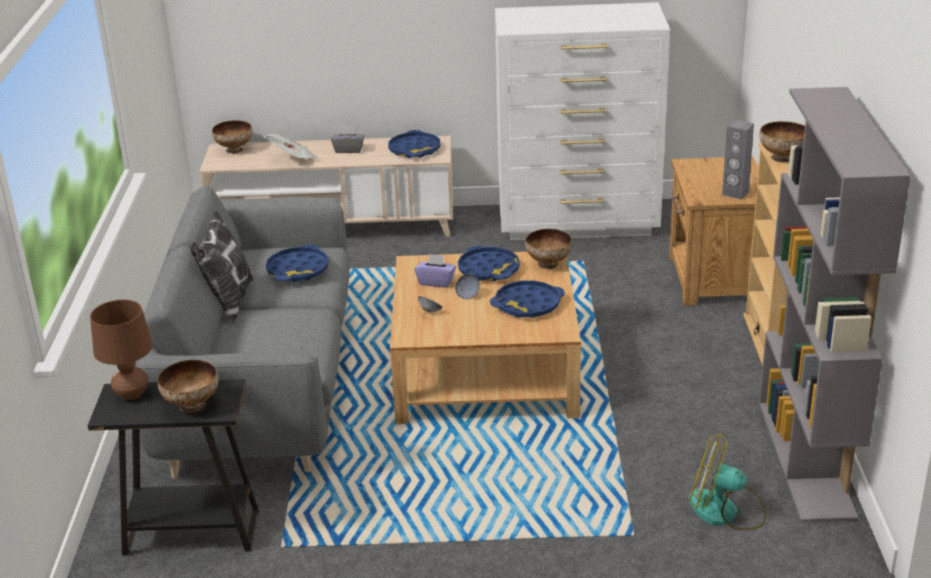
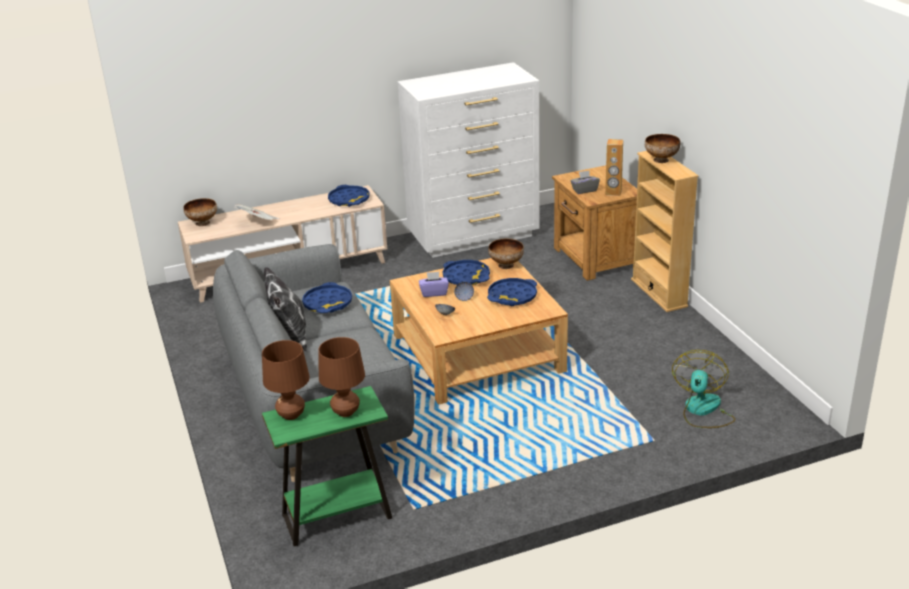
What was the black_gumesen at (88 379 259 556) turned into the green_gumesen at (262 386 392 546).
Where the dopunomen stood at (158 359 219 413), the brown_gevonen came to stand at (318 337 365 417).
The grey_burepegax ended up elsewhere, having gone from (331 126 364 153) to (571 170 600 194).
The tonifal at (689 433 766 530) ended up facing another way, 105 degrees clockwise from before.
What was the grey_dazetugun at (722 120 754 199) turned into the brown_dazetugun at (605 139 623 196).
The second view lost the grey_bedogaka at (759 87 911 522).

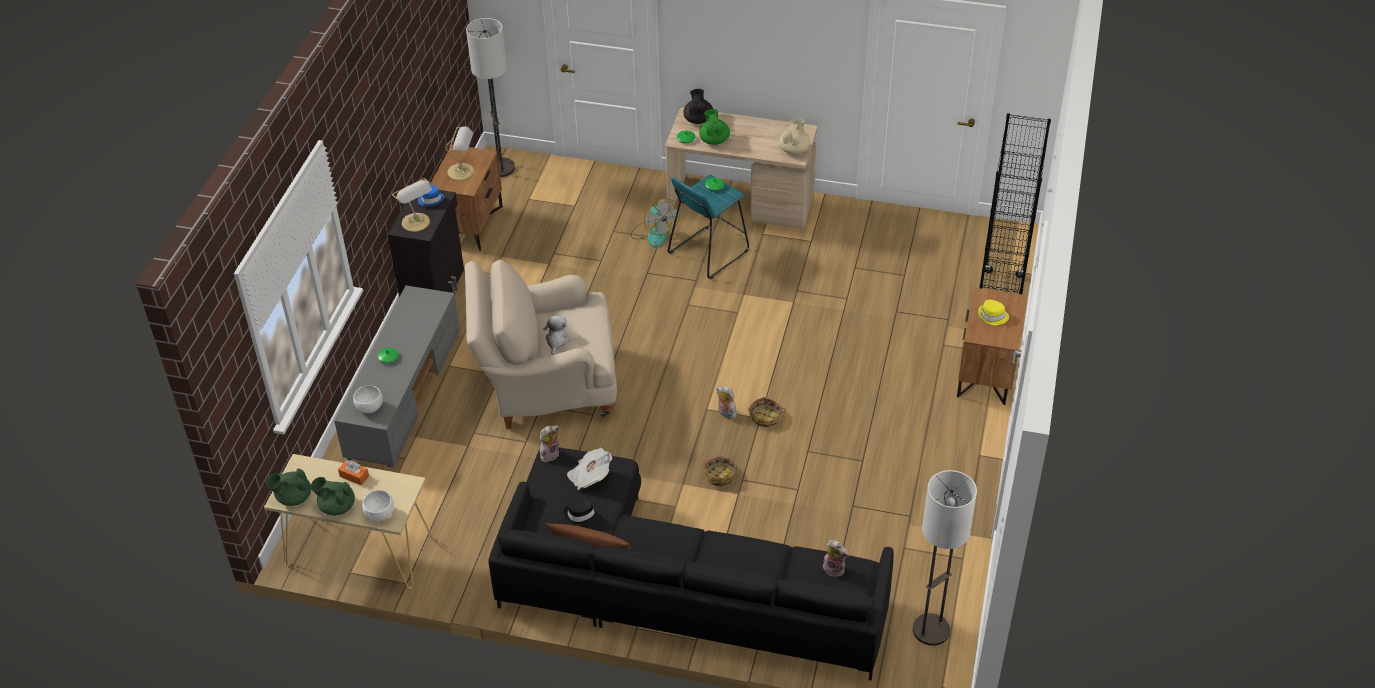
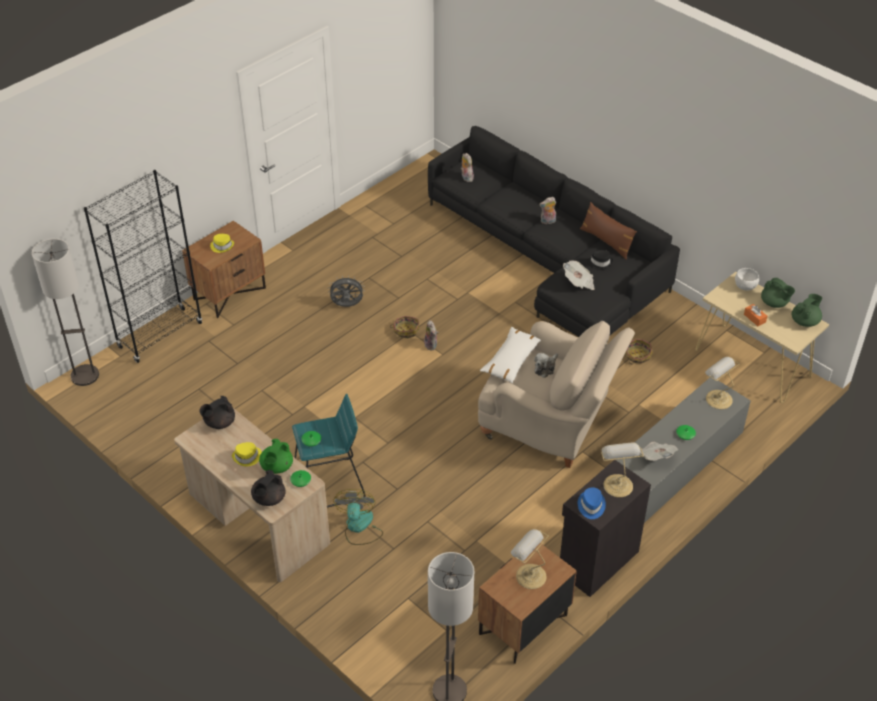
The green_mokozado at (266 468 311 506) ended up facing another way, 60 degrees counterclockwise from before.
Where the white_dopunomen stood at (353 385 383 413), the gevonen came to stand at (705 357 740 409).
The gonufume ended up elsewhere, having gone from (540 425 559 462) to (539 197 556 224).
The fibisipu ended up elsewhere, having gone from (703 456 738 486) to (625 339 653 364).
What was the beige_mokozado at (779 119 810 154) turned into the black_mokozado at (199 396 235 429).
The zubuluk ended up elsewhere, having gone from (913 470 977 646) to (32 239 99 386).
The second view gained the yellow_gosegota at (232 442 262 466).
The second view gained the grey_tonifal at (328 275 365 307).
The second view gained the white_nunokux at (480 327 541 383).
The second view gained the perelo at (640 442 679 461).

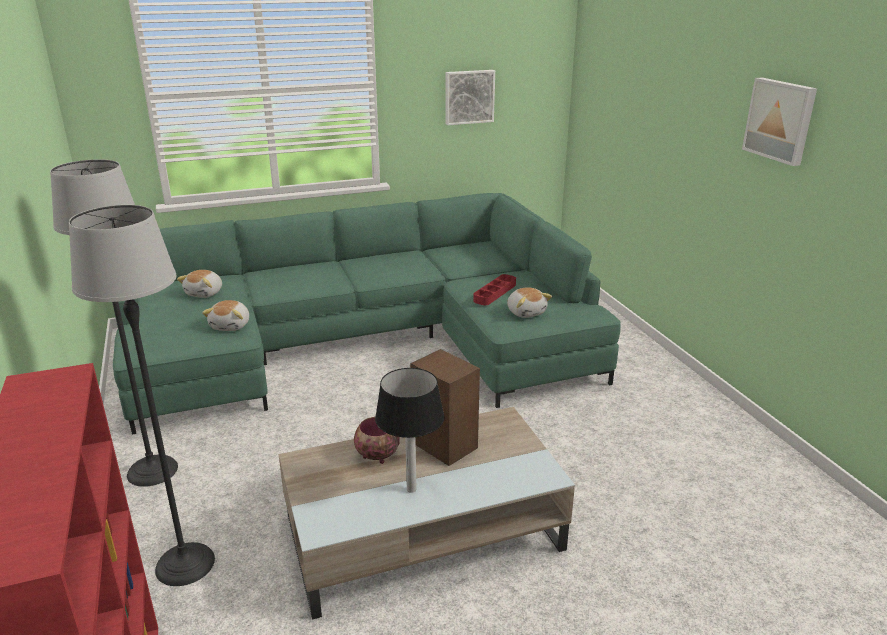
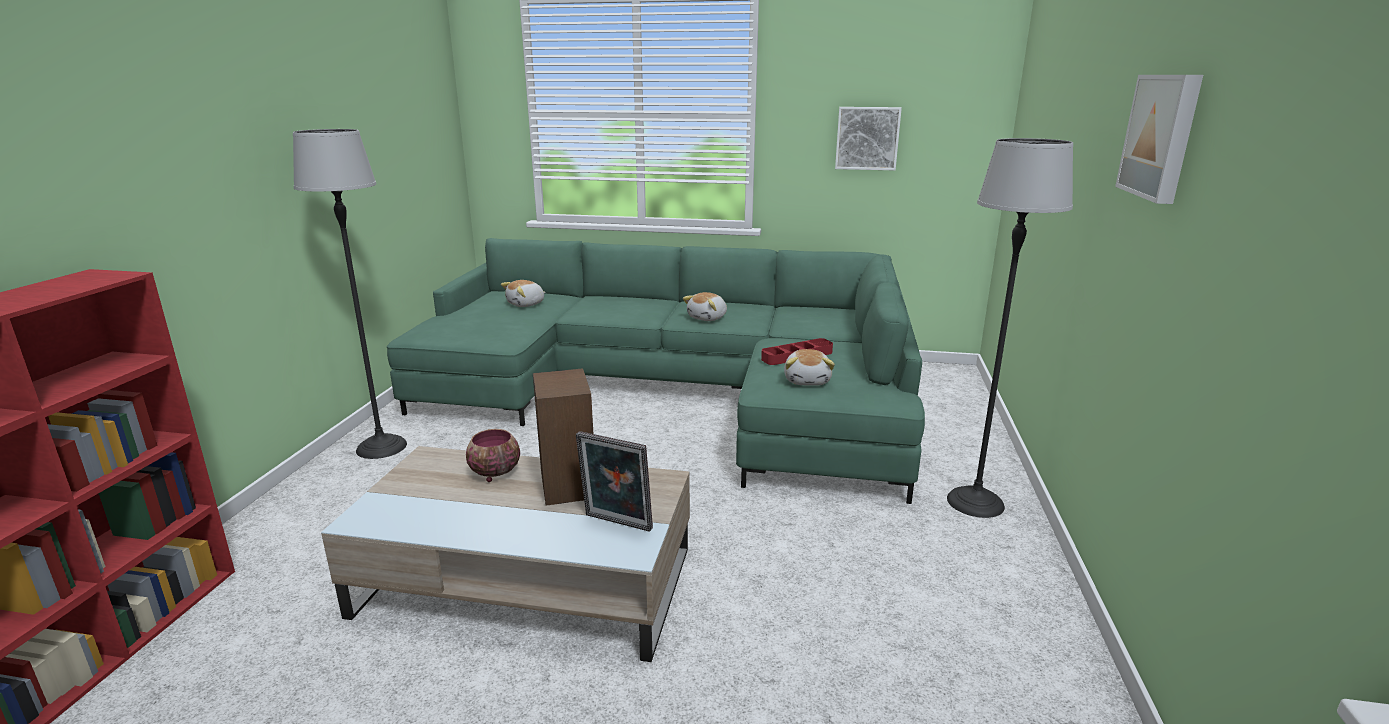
The zubuluk ended up elsewhere, having gone from (69 205 215 586) to (947 138 1073 518).
The gonufume ended up elsewhere, having gone from (202 300 249 331) to (683 292 727 321).
The second view lost the gevonen at (375 368 445 493).
The second view gained the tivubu at (576 431 653 532).

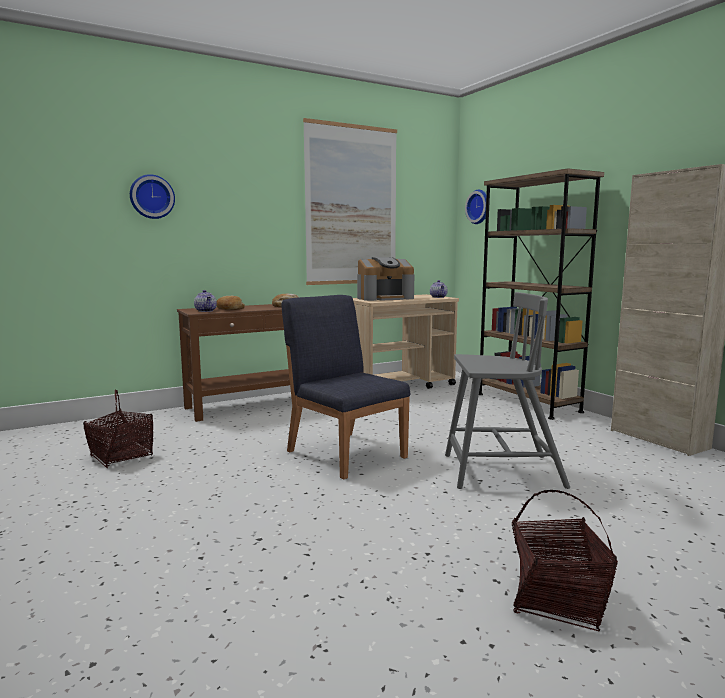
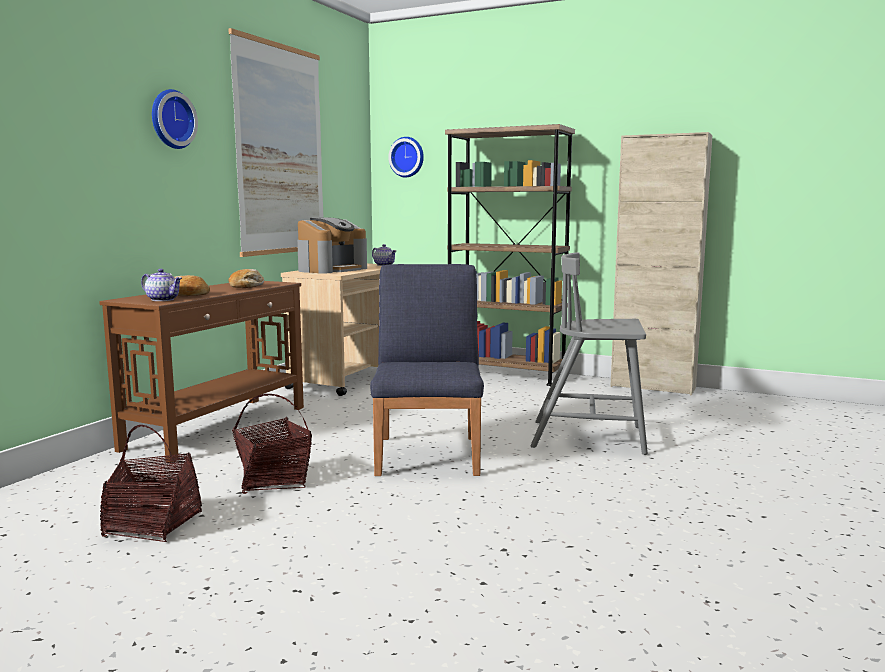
The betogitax ended up elsewhere, having gone from (130 174 175 219) to (152 89 198 149).
The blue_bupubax at (282 295 410 479) ended up facing another way, 75 degrees clockwise from before.
The grey_bupubax at (445 292 570 489) ended up facing another way, 135 degrees counterclockwise from before.
The fibisipu ended up elsewhere, having gone from (512 490 618 631) to (232 394 312 494).

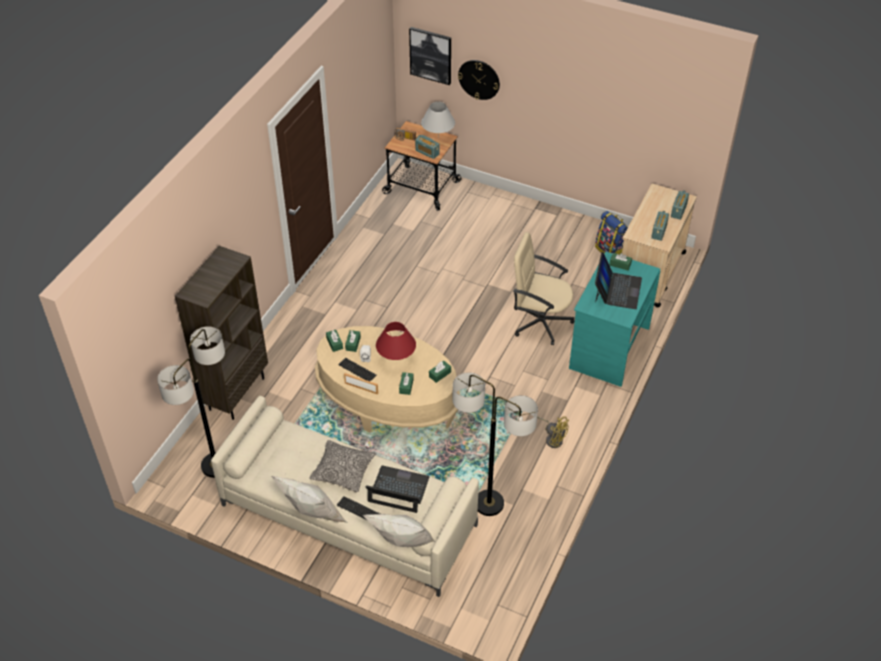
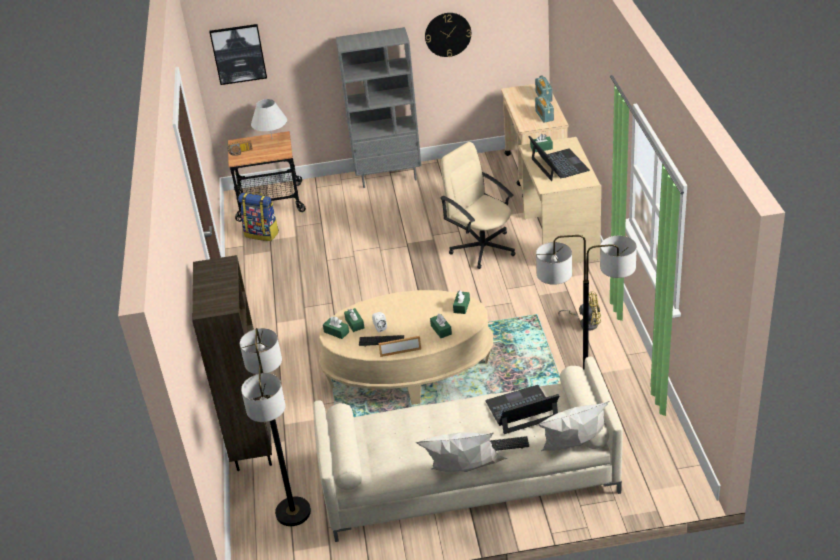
The second view lost the nunokux at (309 440 376 492).
The second view lost the red_gevonen at (376 322 416 360).
The second view lost the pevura at (415 135 440 159).
The betogitax ended up elsewhere, having gone from (458 60 500 100) to (425 13 471 57).
The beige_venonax at (513 232 575 345) ended up facing another way, 60 degrees clockwise from before.
What was the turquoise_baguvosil at (569 252 661 387) turned into the beige_baguvosil at (519 137 601 264).
The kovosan ended up elsewhere, having gone from (595 211 628 254) to (238 192 279 241).
The second view gained the grey_bedogaka at (336 27 421 188).

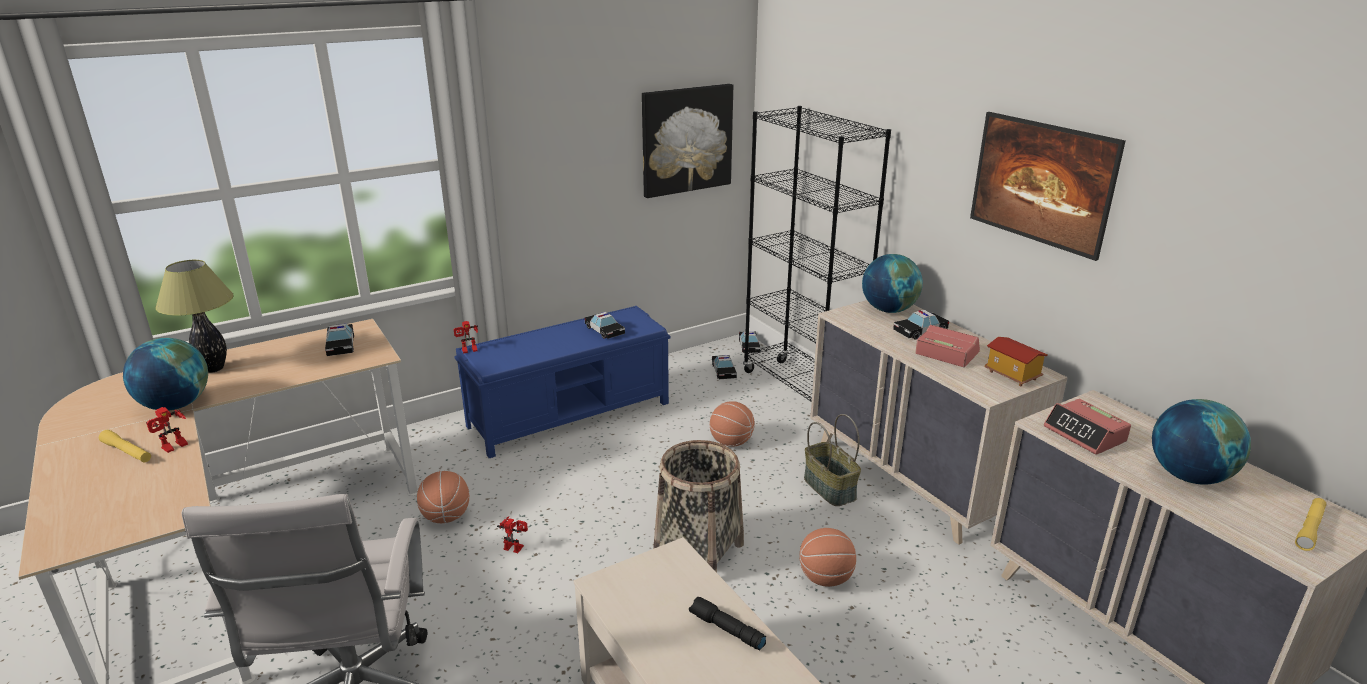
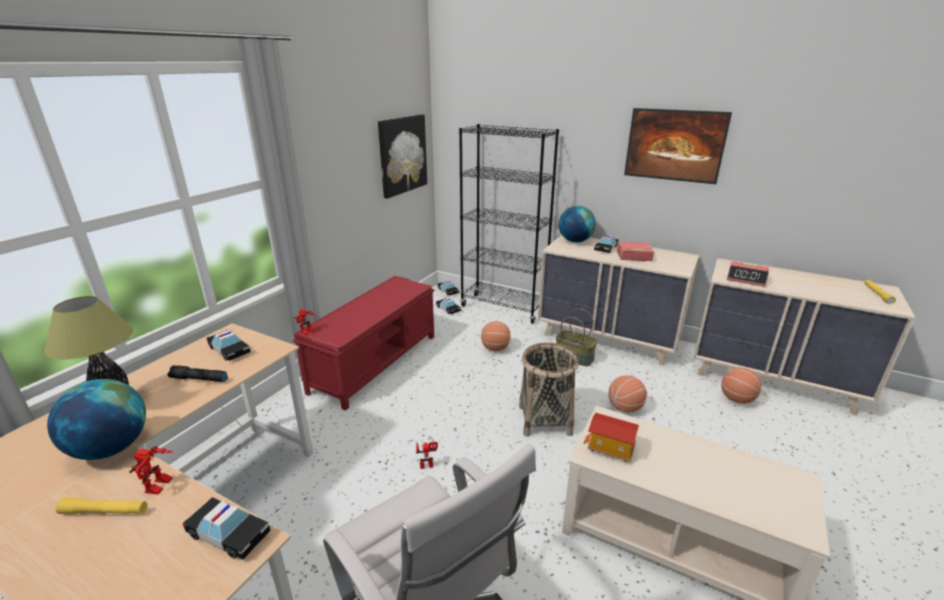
The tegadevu ended up elsewhere, having gone from (417 471 469 523) to (721 368 762 404).
What was the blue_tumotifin at (454 306 670 458) turned into the red_tumotifin at (293 276 434 410).
The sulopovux ended up elsewhere, having gone from (585 312 625 339) to (183 497 271 560).
The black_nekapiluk ended up elsewhere, having gone from (689 597 766 651) to (167 365 228 382).
The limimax ended up elsewhere, having gone from (984 337 1048 386) to (583 413 639 462).
The second view lost the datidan at (1152 399 1251 484).

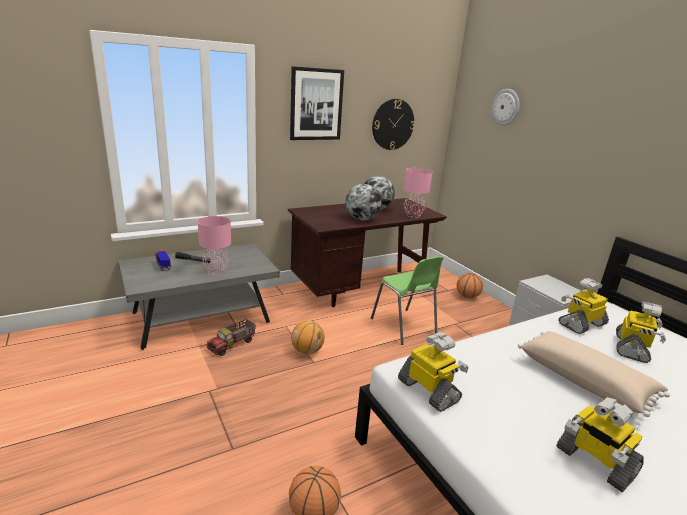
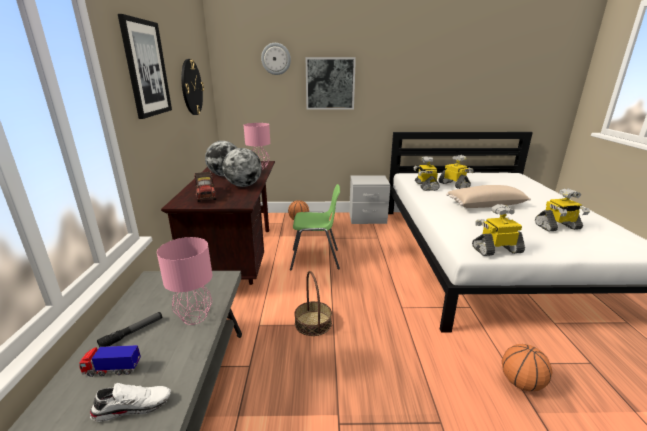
The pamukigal ended up elsewhere, having gone from (207 319 256 356) to (194 172 216 202).
Where the tegadevu stood at (291 320 325 354), the fibisipu came to stand at (294 271 332 336).
The second view gained the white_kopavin at (90 383 171 422).
The second view gained the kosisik at (306 57 356 109).

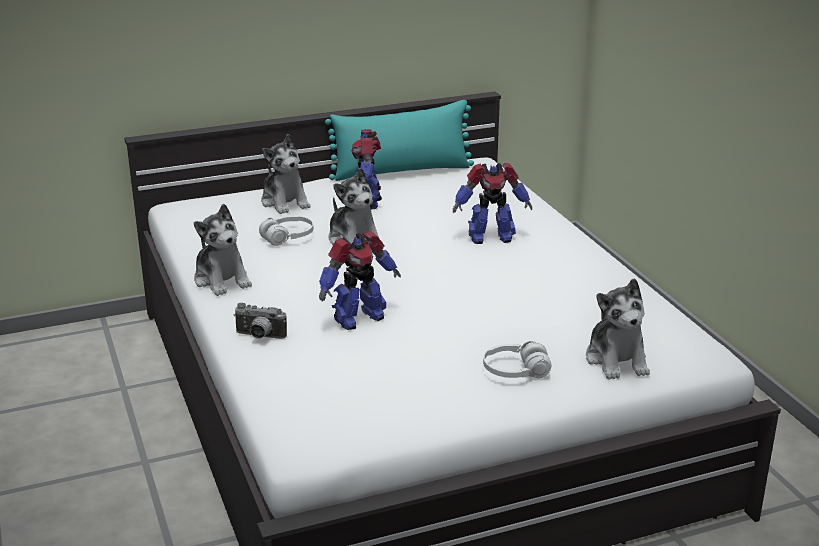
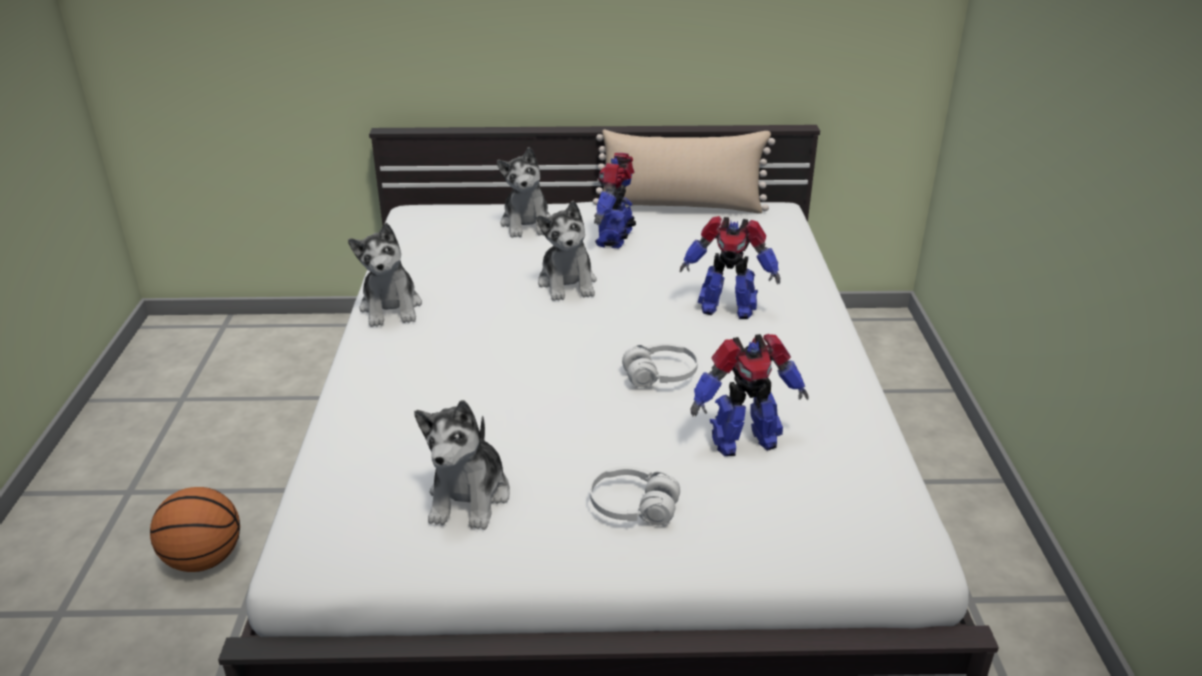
The second view lost the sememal at (234 303 287 339).
The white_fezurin ended up elsewhere, having gone from (259 216 314 246) to (622 343 698 387).
The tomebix ended up elsewhere, having gone from (319 231 401 330) to (690 334 809 456).
What was the turquoise_nunokux at (325 100 474 181) turned into the beige_nunokux at (593 130 775 214).
The gonufume ended up elsewhere, having gone from (586 278 650 380) to (414 400 510 530).
The second view gained the tegadevu at (150 487 240 572).

